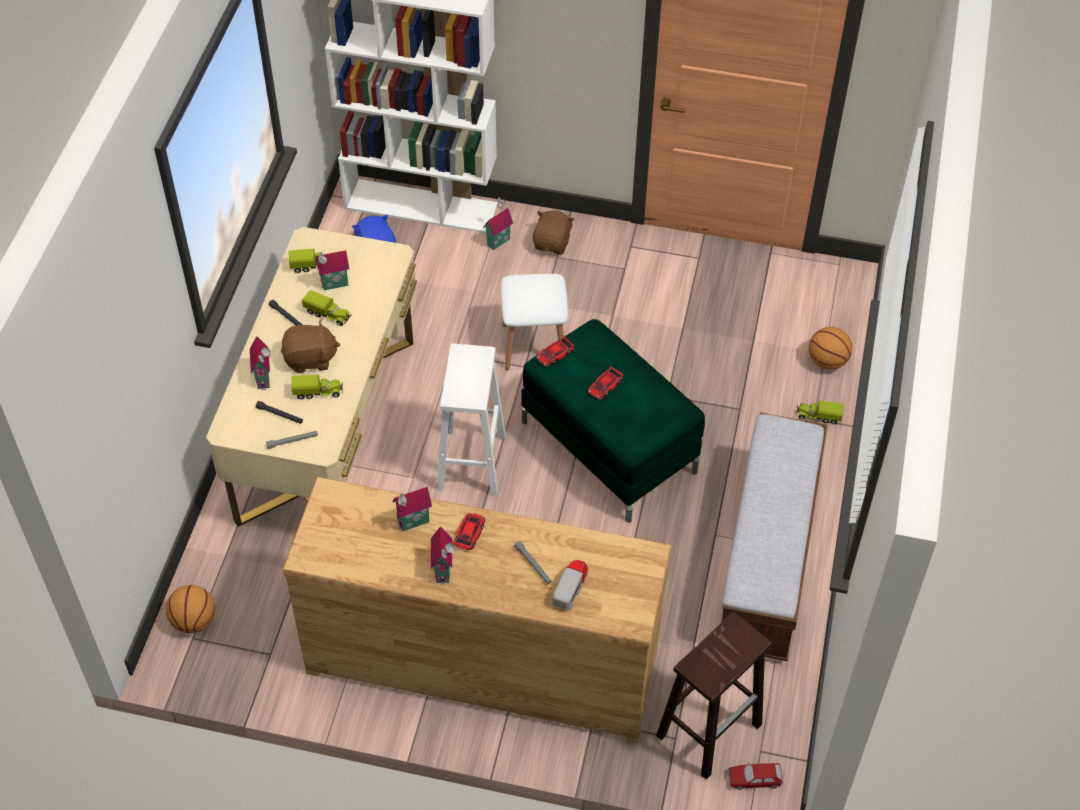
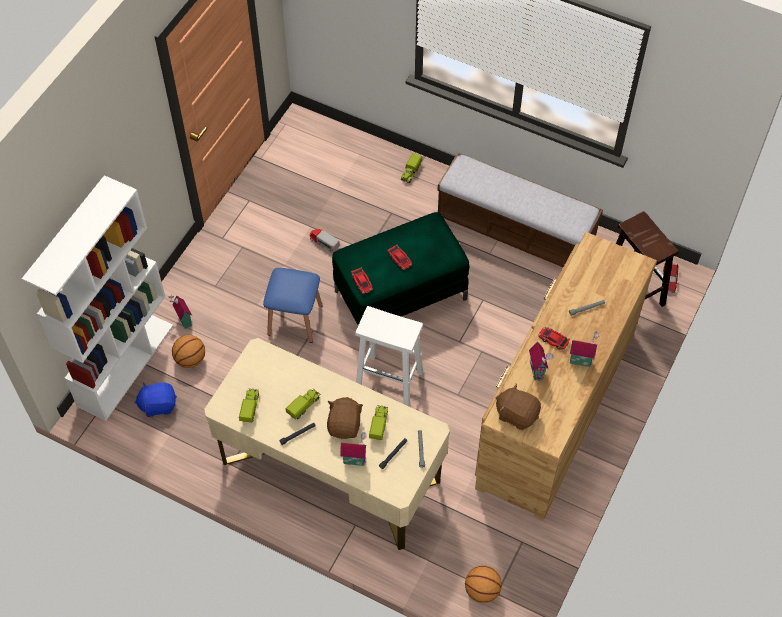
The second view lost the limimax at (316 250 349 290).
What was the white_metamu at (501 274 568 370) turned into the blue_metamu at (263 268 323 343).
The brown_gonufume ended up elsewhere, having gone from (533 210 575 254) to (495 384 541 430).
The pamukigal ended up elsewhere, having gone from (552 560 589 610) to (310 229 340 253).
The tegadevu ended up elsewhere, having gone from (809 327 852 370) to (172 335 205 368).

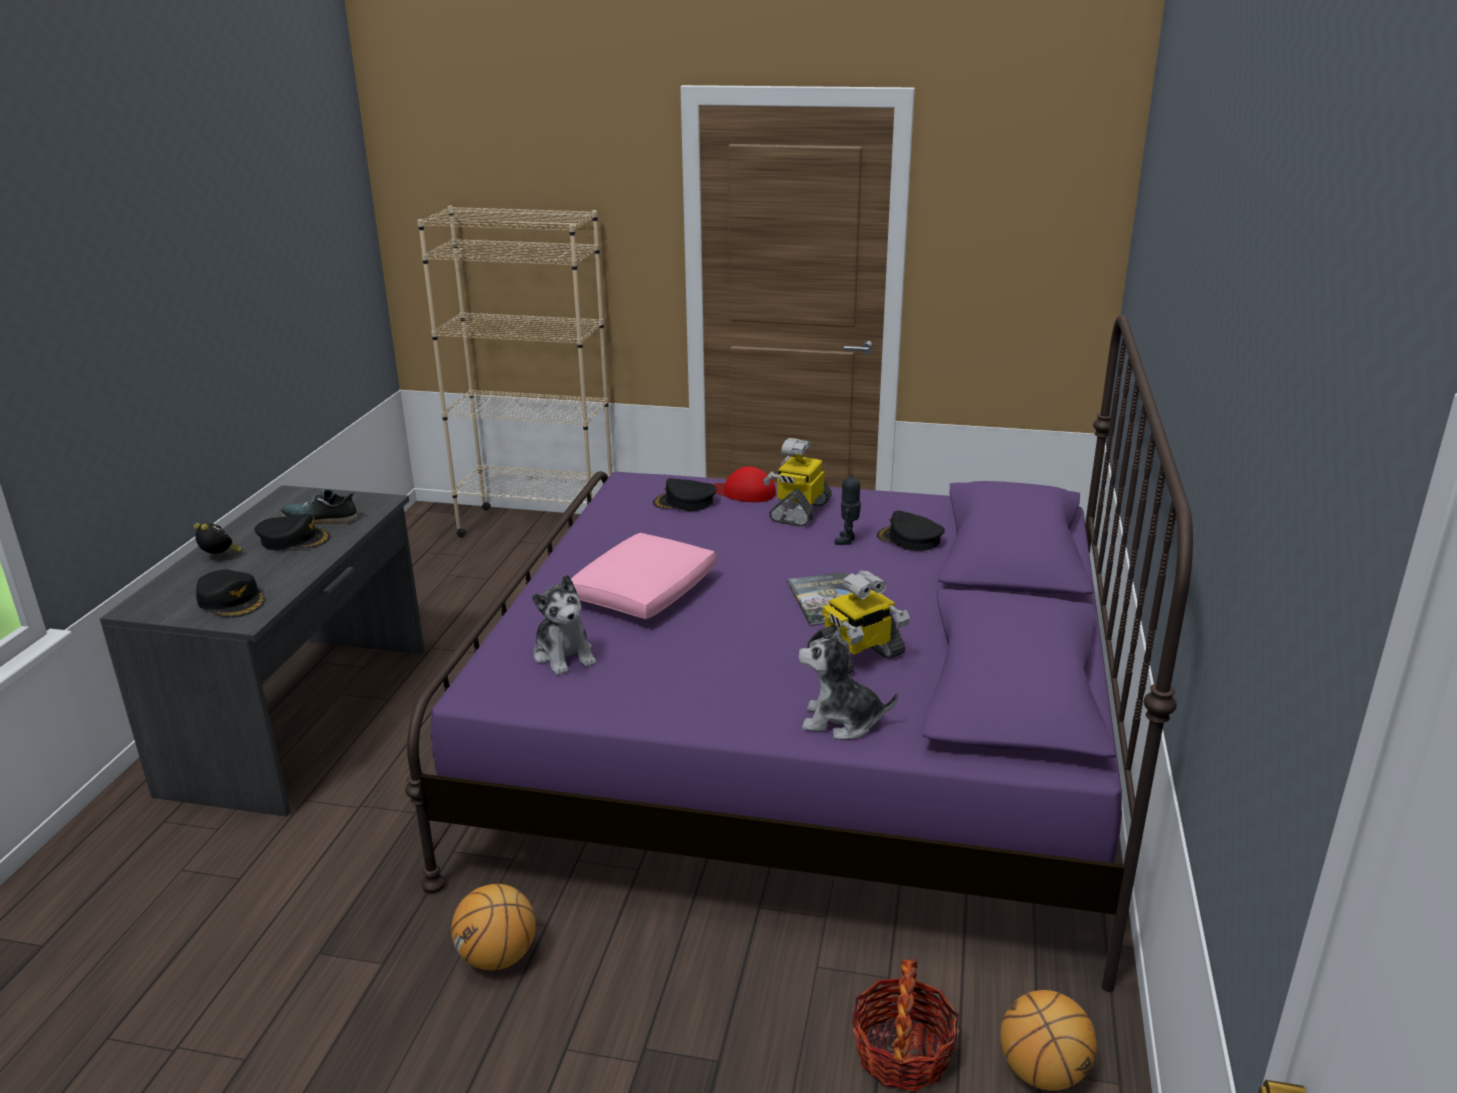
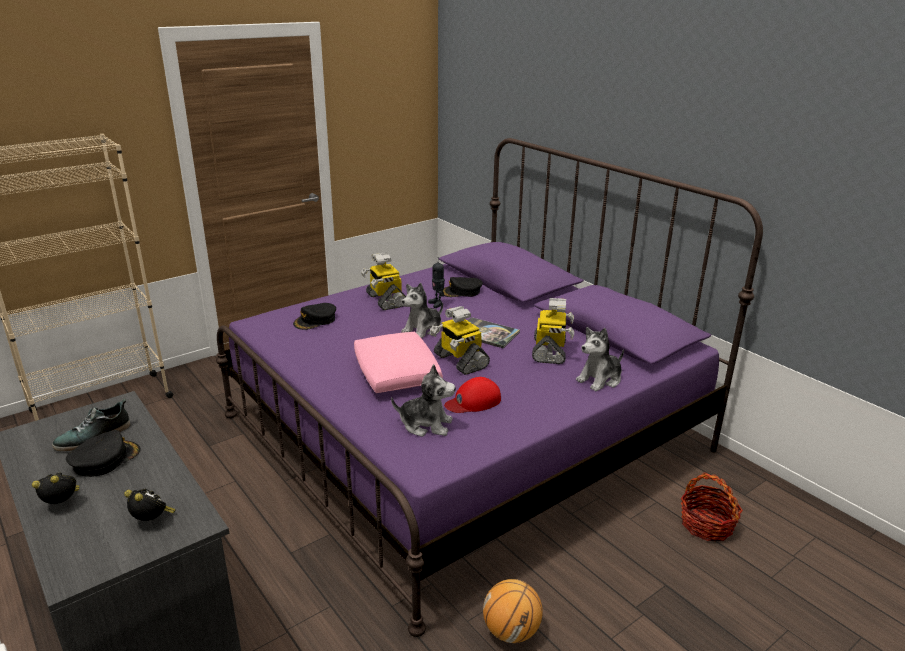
Where the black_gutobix stood at (196 569 265 618), the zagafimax came to stand at (124 488 176 521).
The red_gutobix ended up elsewhere, having gone from (713 466 776 502) to (444 377 501 413).
The second view lost the tegadevu at (1000 990 1097 1090).
The second view gained the gonufume at (401 283 443 338).
The second view gained the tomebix at (430 306 490 375).

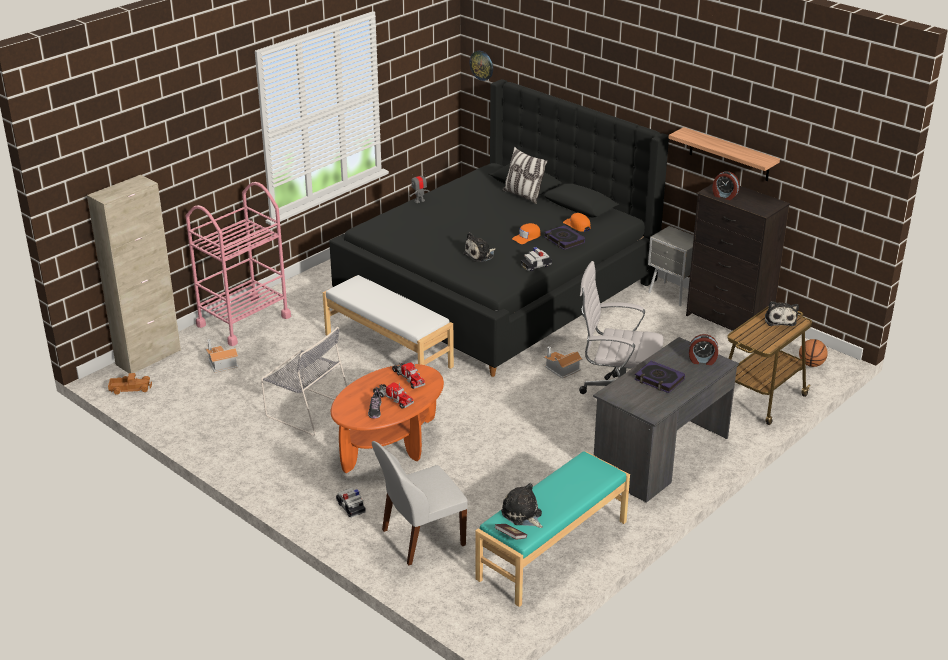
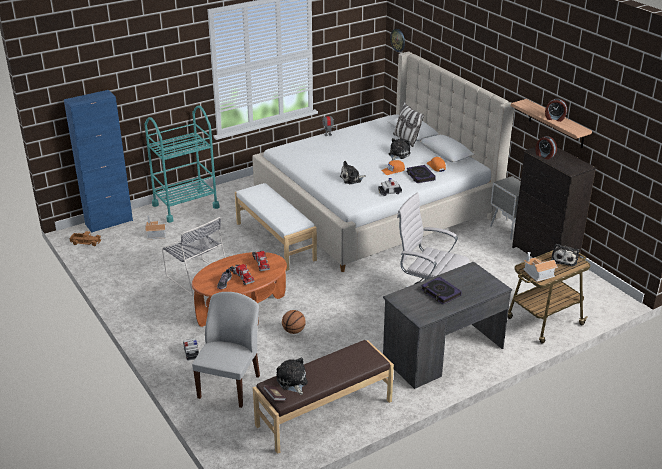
What was the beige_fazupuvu at (87 175 181 373) turned into the blue_fazupuvu at (64 90 133 233).
What was the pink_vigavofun at (186 182 291 346) turned into the turquoise_vigavofun at (144 106 220 223).
What was the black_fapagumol at (329 79 669 377) turned into the beige_fapagumol at (252 51 514 272).
The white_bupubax at (372 441 468 566) ended up facing another way, 120 degrees clockwise from before.
What was the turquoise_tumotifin at (475 451 630 607) turned into the brown_tumotifin at (253 340 394 454).
The limimax ended up elsewhere, having gone from (543 346 583 378) to (523 252 558 282).
The zagafimax ended up elsewhere, having gone from (689 334 718 365) to (545 99 567 122).
The tegadevu ended up elsewhere, having gone from (799 339 828 367) to (282 310 306 334).
The second view gained the gonufume at (388 138 411 161).

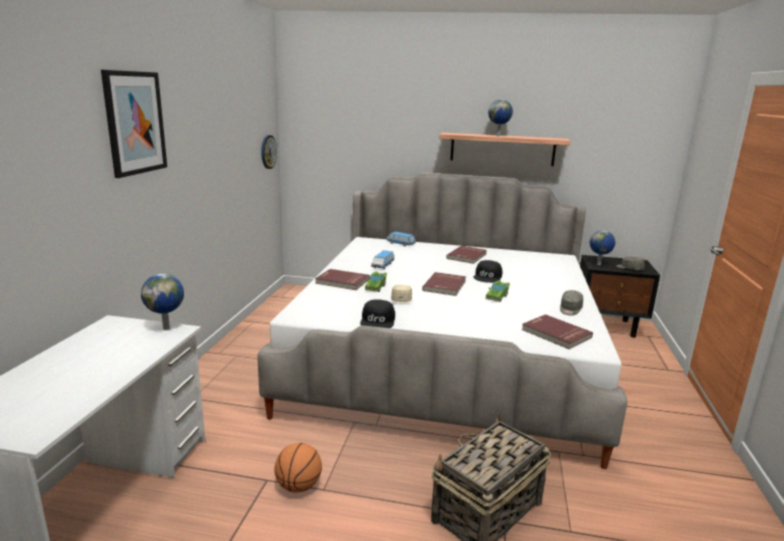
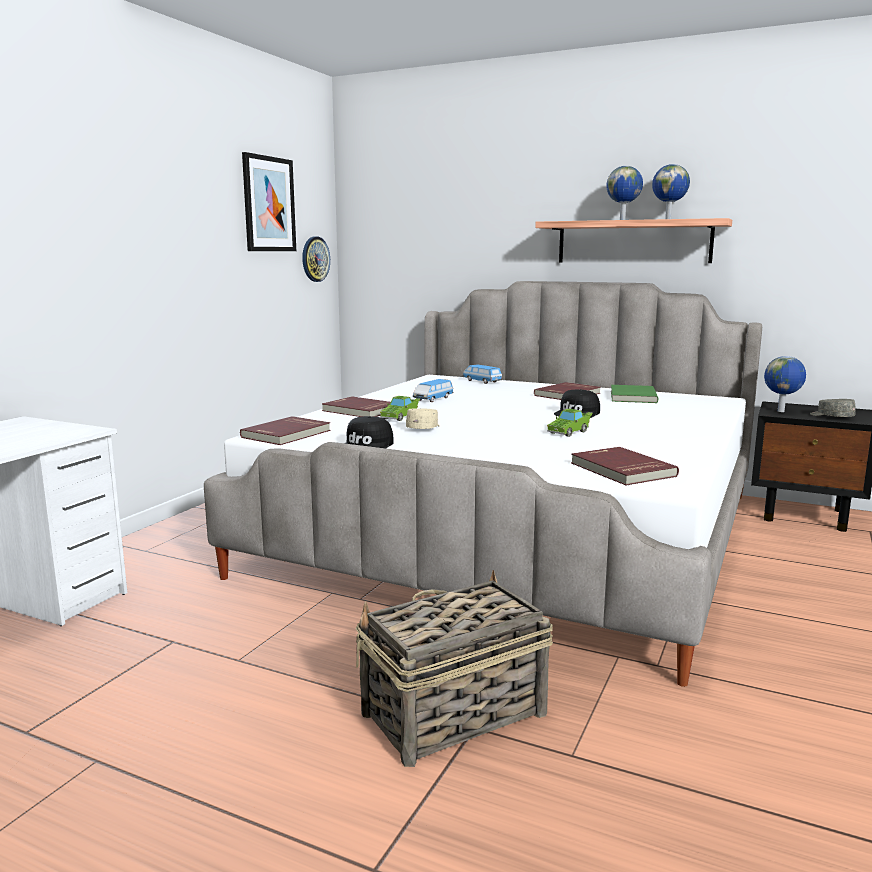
The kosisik ended up elsewhere, having gone from (101 70 167 178) to (242 152 296 251).
The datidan ended up elsewhere, having gone from (141 274 184 330) to (652 164 690 219).
The second view lost the tegadevu at (274 443 322 493).
The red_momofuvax ended up elsewhere, having gone from (422 272 466 296) to (240 416 330 445).
The second view lost the grey_gutobix at (560 290 583 316).
The second view gained the green_momofuvax at (611 385 658 403).

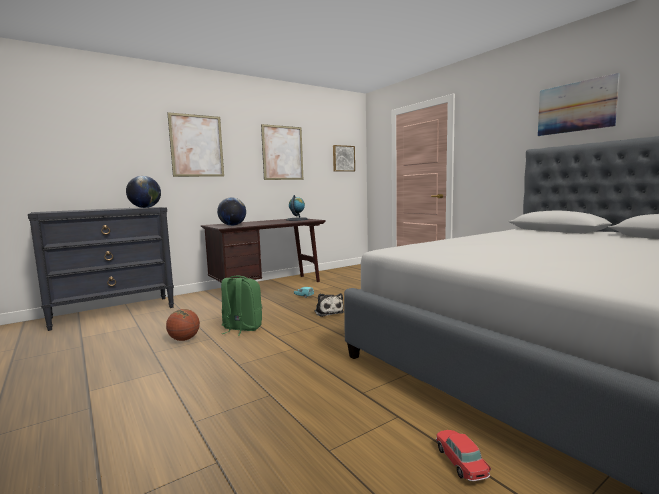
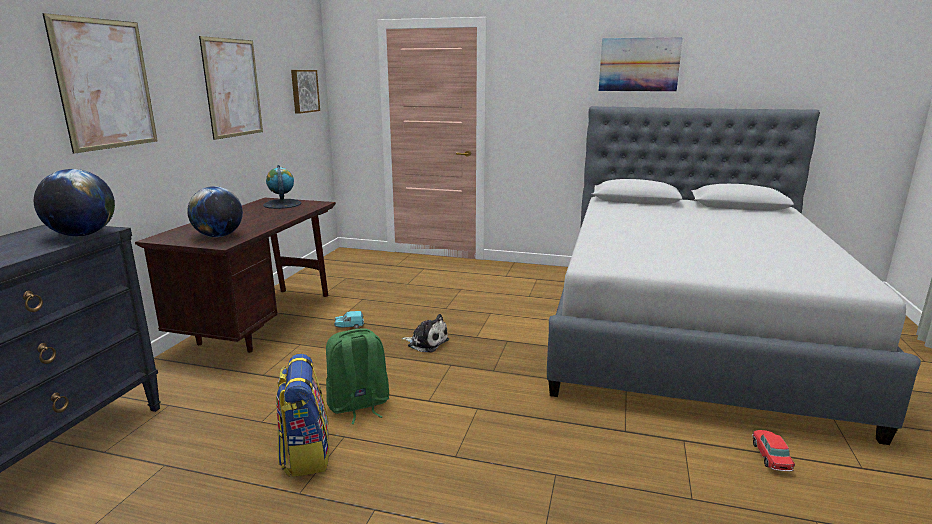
Where the tegadevu stood at (166 309 200 341), the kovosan came to stand at (276 354 329 477).
The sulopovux at (436 430 491 481) ended up facing another way, 60 degrees clockwise from before.

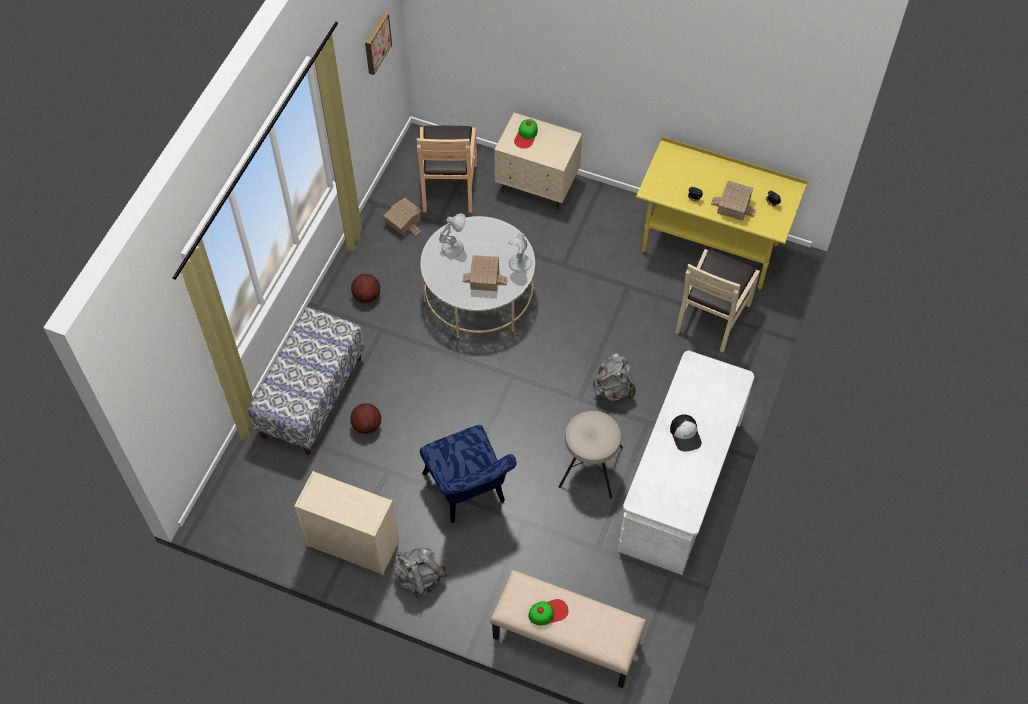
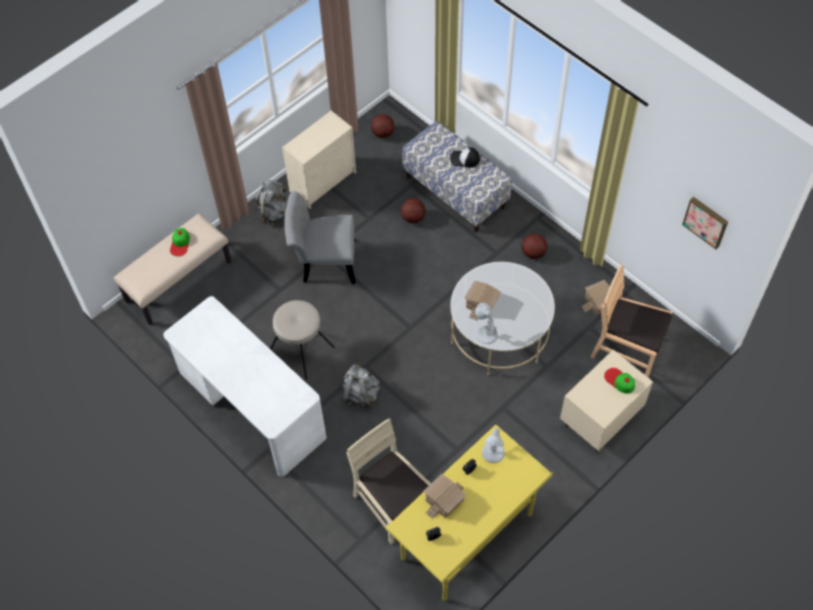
What was the blue_bupubax at (420 425 516 523) turned into the grey_bupubax at (284 191 356 284).
The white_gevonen ended up elsewhere, having gone from (439 213 466 258) to (482 428 505 463).
The gutobix ended up elsewhere, having gone from (670 414 702 452) to (450 147 480 168).
The second view gained the tegadevu at (371 114 395 138).

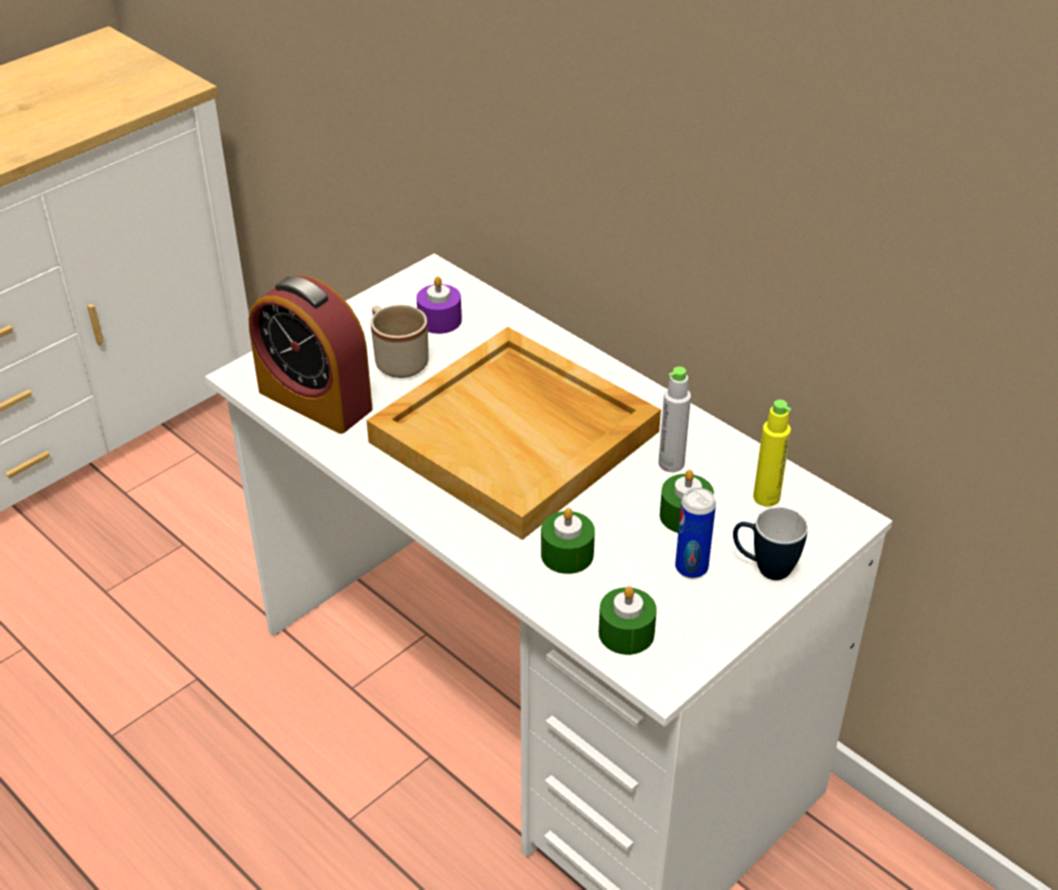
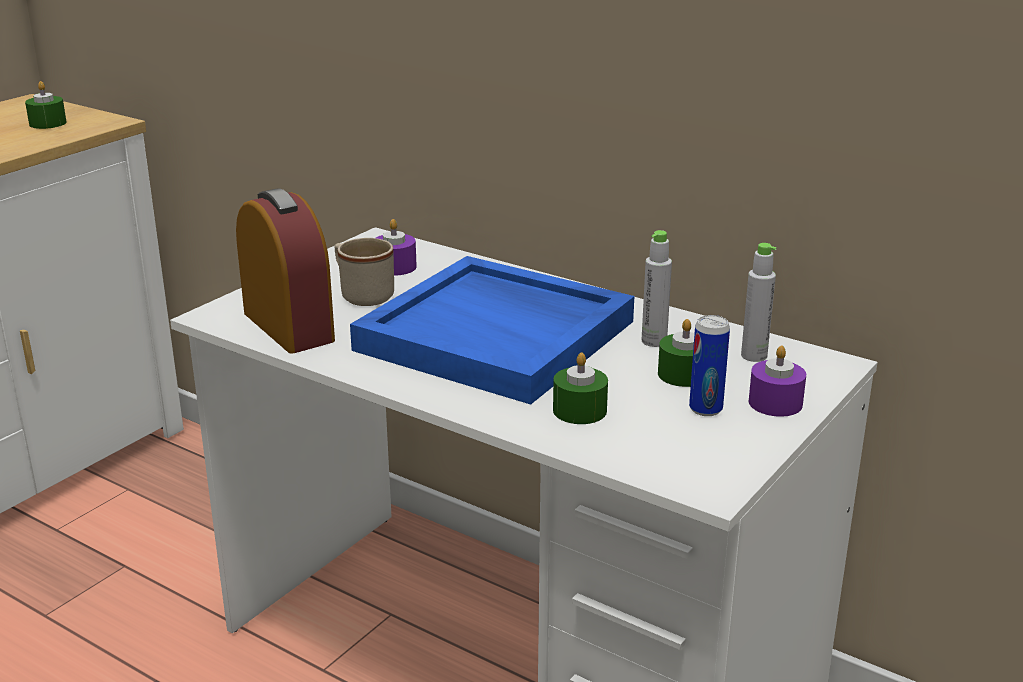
The zagafimax at (249 276 372 434) ended up facing another way, 150 degrees counterclockwise from before.
What was the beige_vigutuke at (366 327 661 540) turned into the blue_vigutuke at (350 256 634 405).
The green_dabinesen ended up elsewhere, having gone from (599 586 657 655) to (25 81 67 129).
Where the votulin stood at (733 507 808 580), the purple_dabinesen came to stand at (748 346 806 417).
What was the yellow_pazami at (753 400 791 507) turned into the grey_pazami at (741 243 777 362).

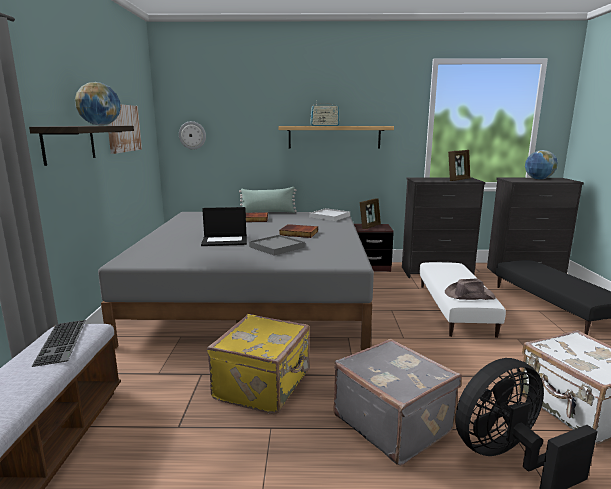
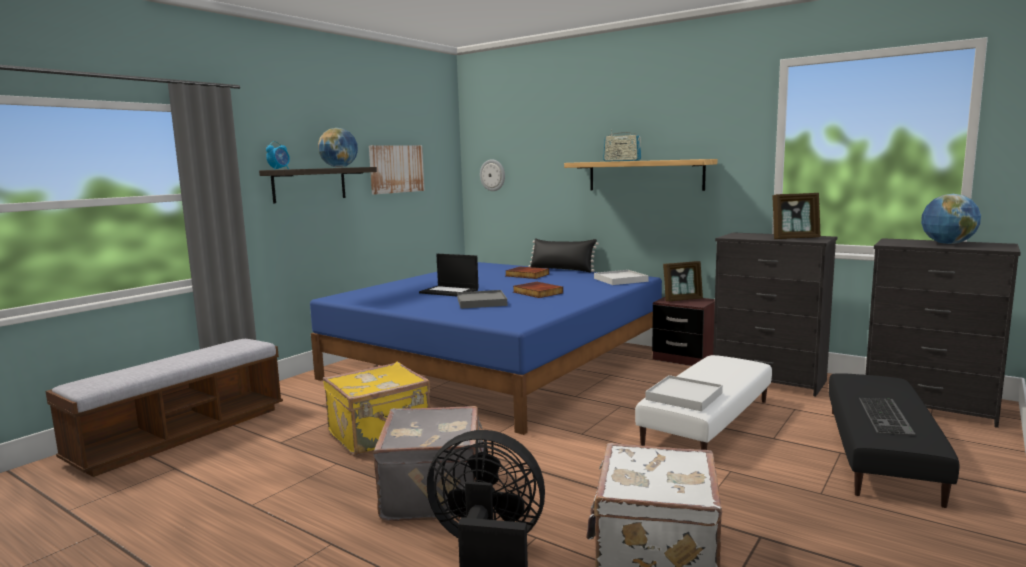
The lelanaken ended up elsewhere, having gone from (31 320 86 367) to (859 398 916 436).
What was the grey_fapagumol at (98 212 374 350) turned into the blue_fapagumol at (310 262 662 435).
What was the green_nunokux at (239 187 297 213) turned into the black_nunokux at (528 238 599 272).
Where the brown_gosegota stood at (445 279 496 300), the white_vigutuke came to stand at (646 375 723 411).
The second view gained the zagafimax at (266 141 290 169).

